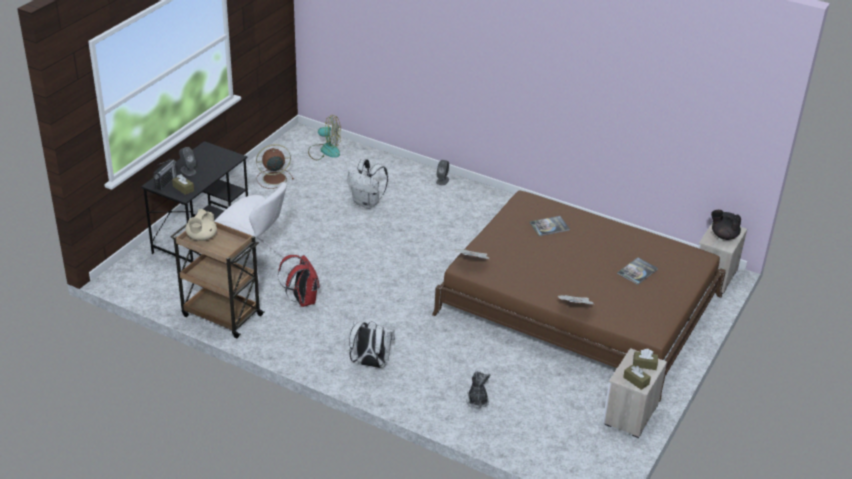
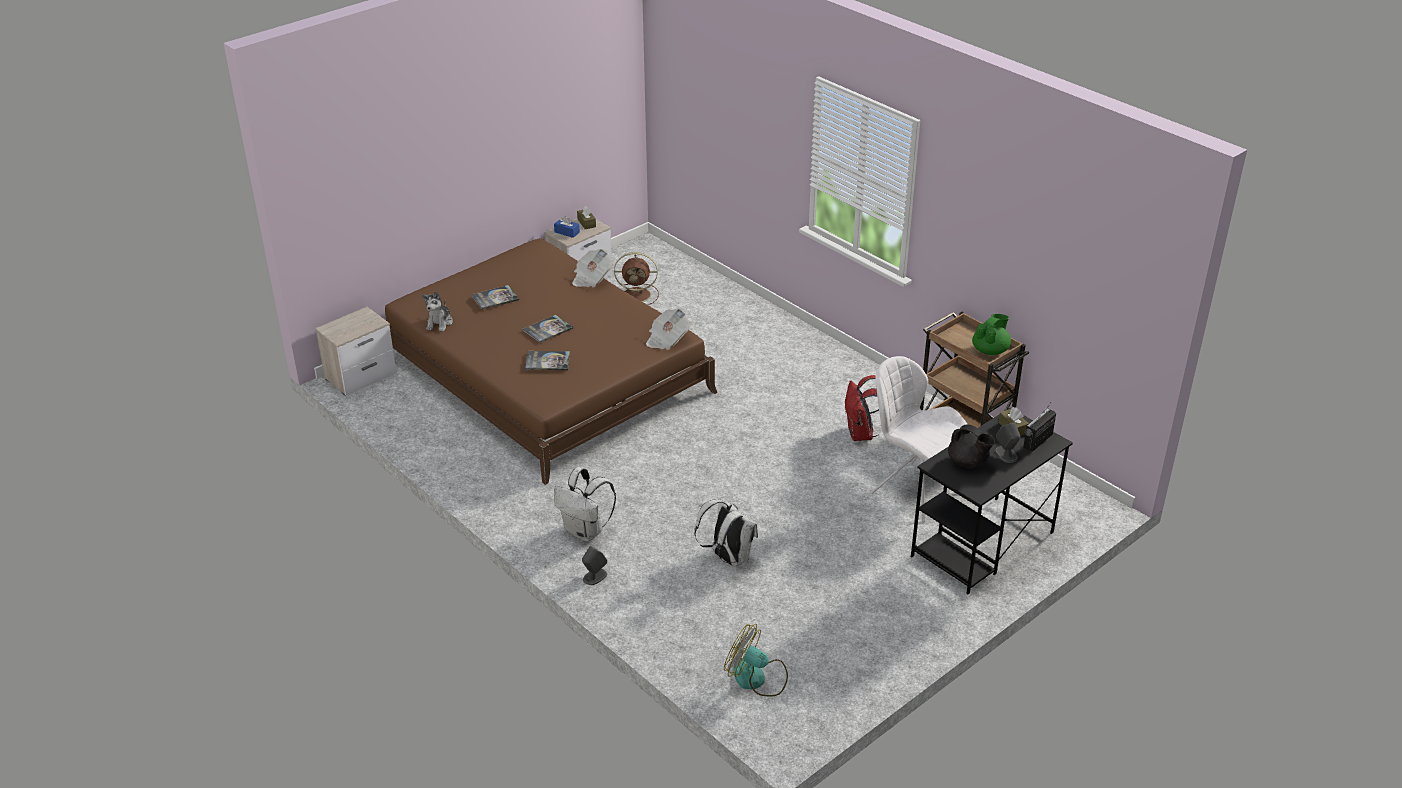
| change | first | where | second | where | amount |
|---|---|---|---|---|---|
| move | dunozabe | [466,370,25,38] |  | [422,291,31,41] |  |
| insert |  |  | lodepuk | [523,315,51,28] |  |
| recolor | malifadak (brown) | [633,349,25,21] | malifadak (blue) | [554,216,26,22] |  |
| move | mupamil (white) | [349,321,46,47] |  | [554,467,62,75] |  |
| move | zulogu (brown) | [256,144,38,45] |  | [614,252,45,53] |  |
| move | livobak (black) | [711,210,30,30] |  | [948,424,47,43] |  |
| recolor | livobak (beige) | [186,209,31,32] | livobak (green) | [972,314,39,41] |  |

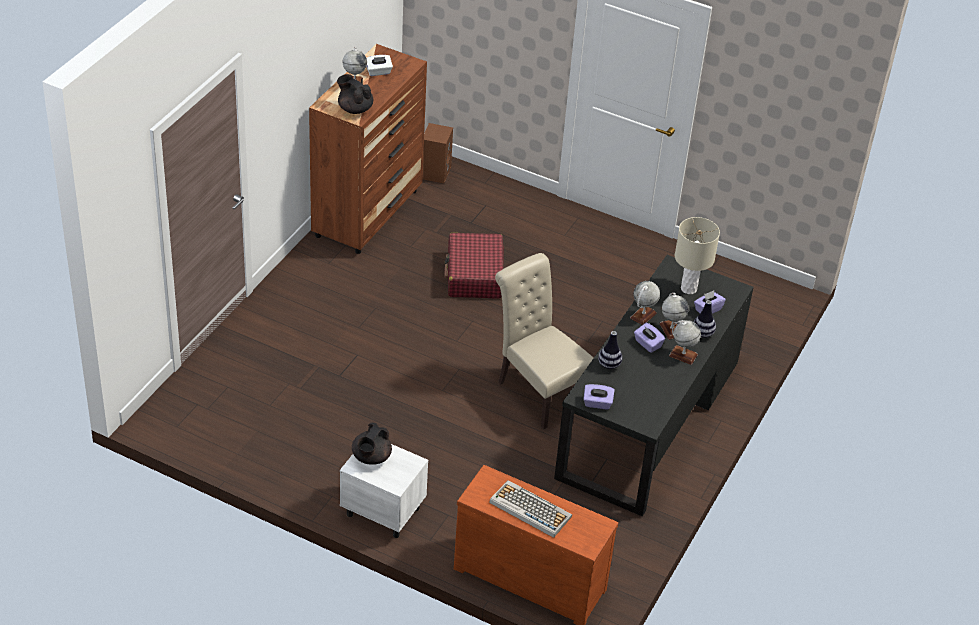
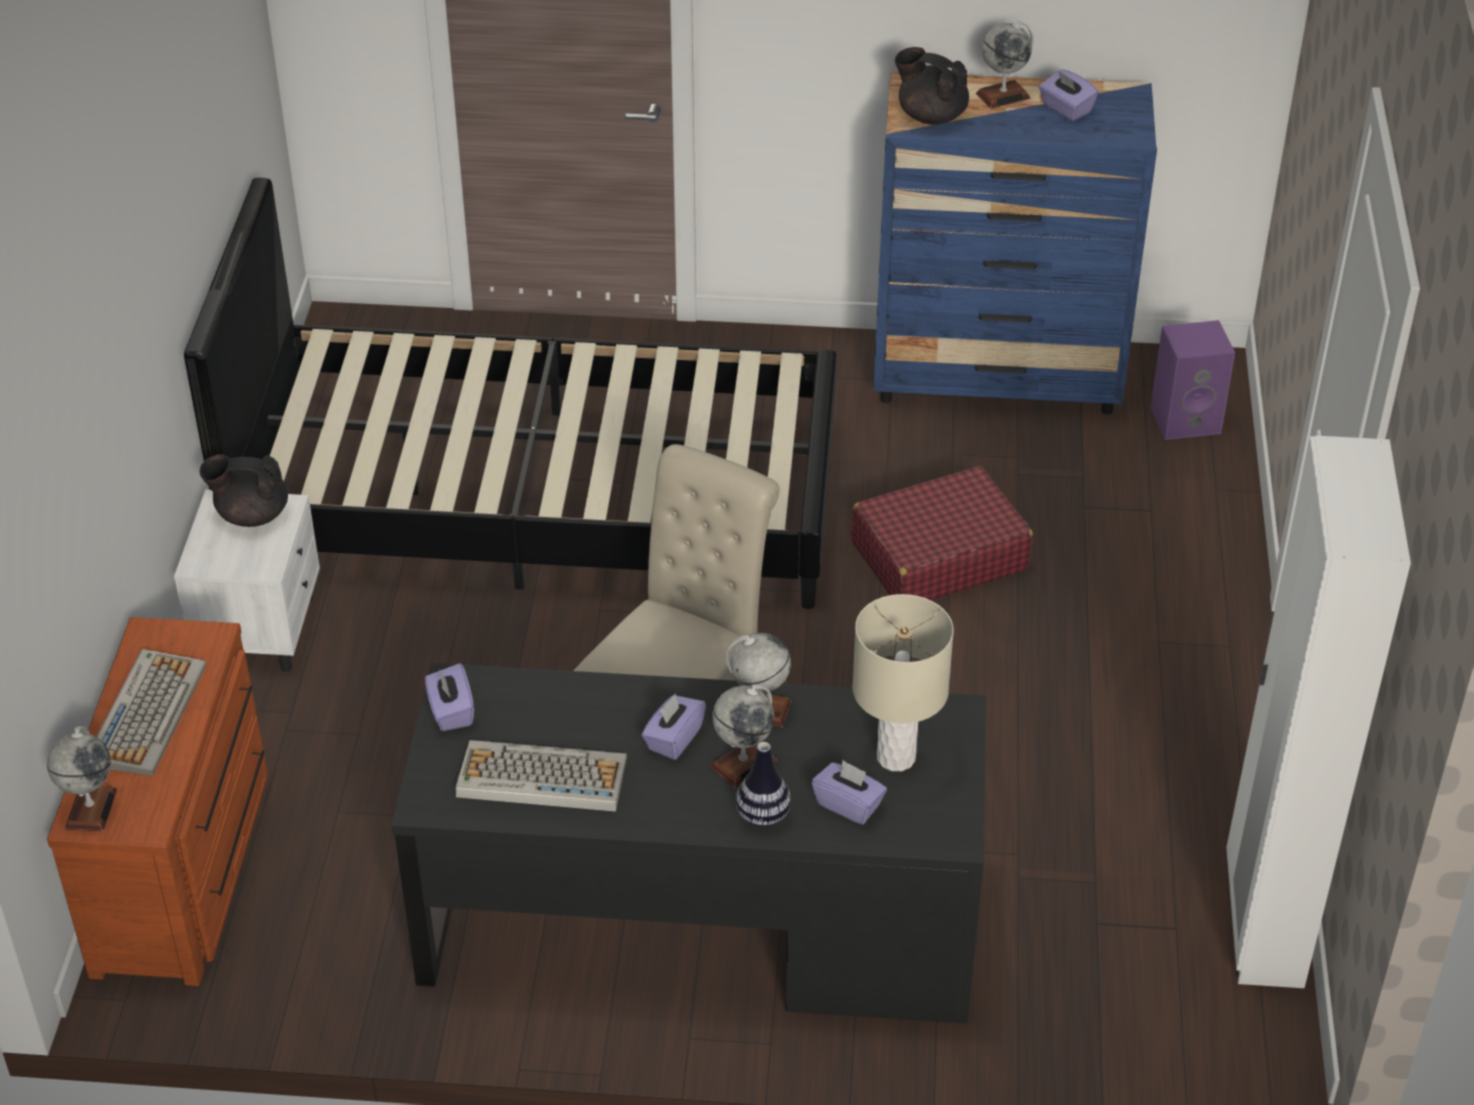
| change | first | where | second | where | amount |
|---|---|---|---|---|---|
| move | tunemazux | [669,320,32,45] |  | [47,726,70,105] |  |
| insert |  |  | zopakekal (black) | [184,178,653,431] |  |
| insert |  |  | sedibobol | [455,740,172,72] |  |
| recolor | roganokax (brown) | [309,44,118,210] | roganokax (blue) | [873,72,284,342] |  |
| rotate | livobak (black) | [337,74,36,40] |  | [894,47,75,78] | 75 degrees counterclockwise |
| recolor | malifadak (white) | [366,55,27,21] | malifadak (purple) | [1039,69,59,52] |  |
| recolor | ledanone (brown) | [423,123,30,60] | ledanone (purple) | [1150,320,85,120] |  |
| insert |  |  | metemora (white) | [1226,436,185,552] |  |
| delete | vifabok | [598,331,24,38] |  |  |  |

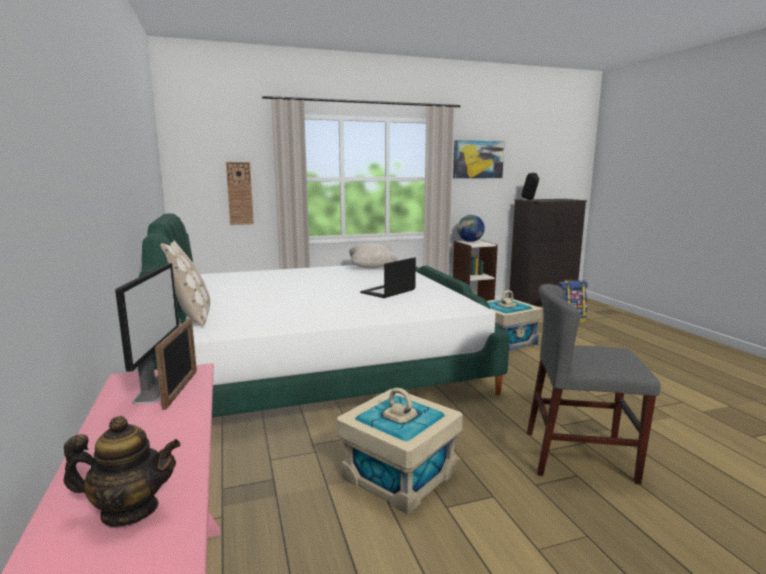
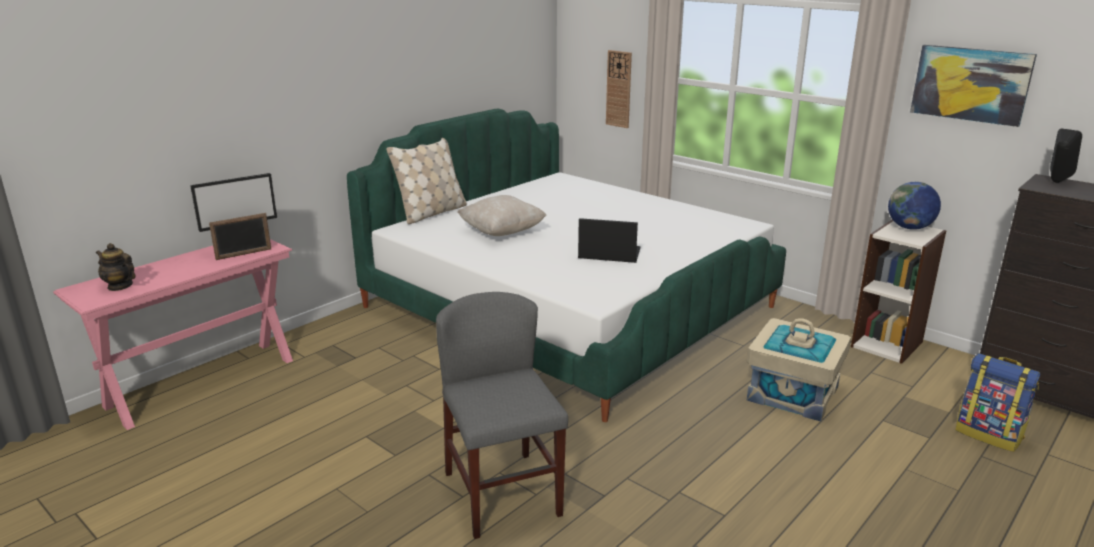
| change | first | where | second | where | amount |
|---|---|---|---|---|---|
| rotate | livobak | [64,416,117,111] |  | [96,243,39,48] | 150 degrees clockwise |
| move | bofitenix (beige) | [349,243,48,26] |  | [457,195,90,41] |  |
| delete | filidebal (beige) | [337,388,126,127] |  |  |  |

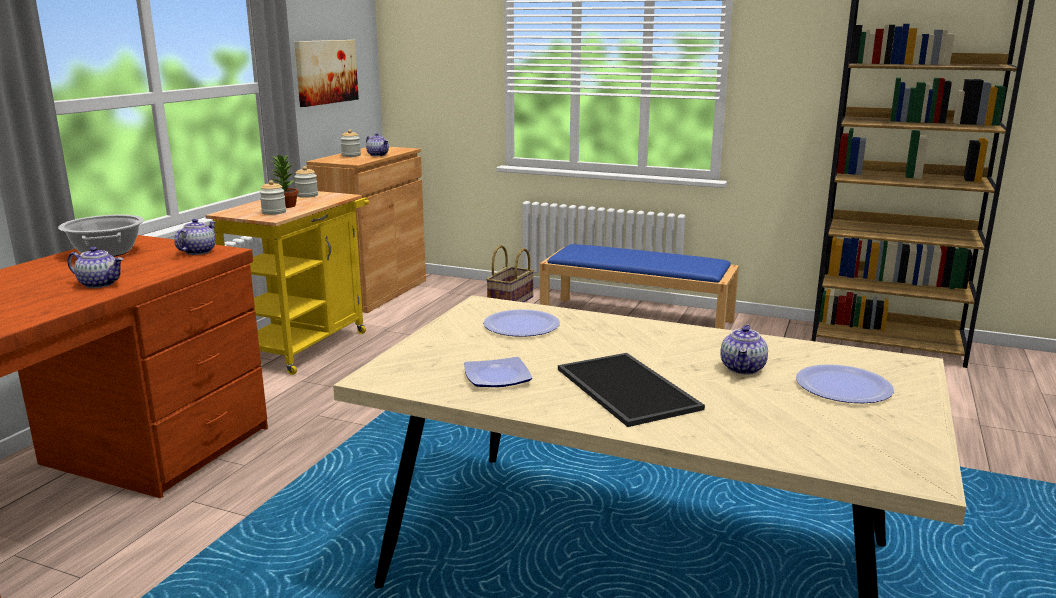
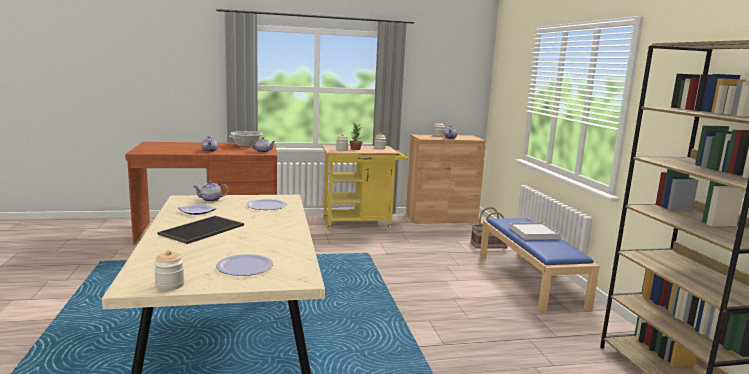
| change | first | where | second | where | amount |
|---|---|---|---|---|---|
| insert |  |  | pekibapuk | [154,250,30,40] |  |
| move | livobak | [720,324,48,51] |  | [193,181,36,21] |  |
| insert |  |  | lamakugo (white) | [509,222,51,18] |  |
| delete | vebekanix | [294,40,65,67] |  |  |  |

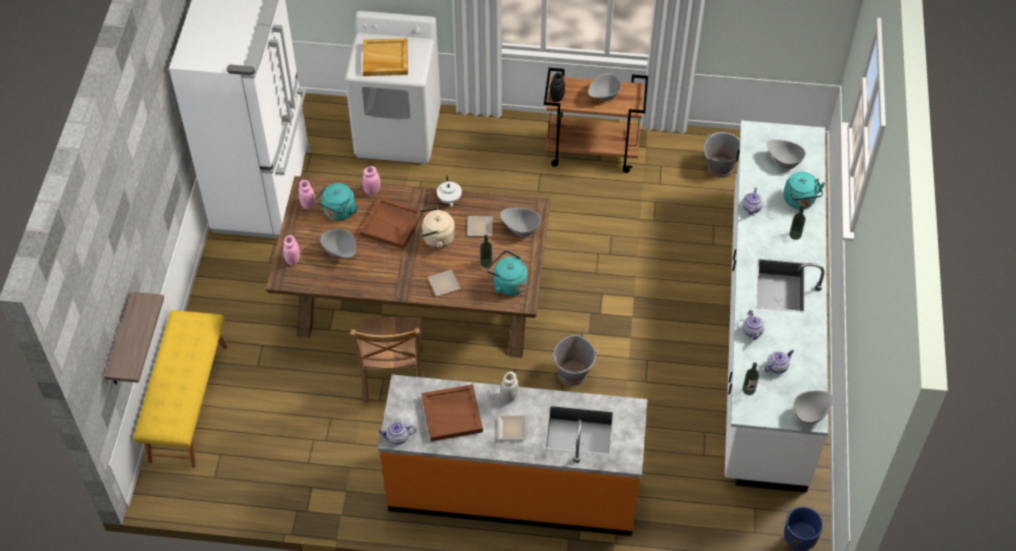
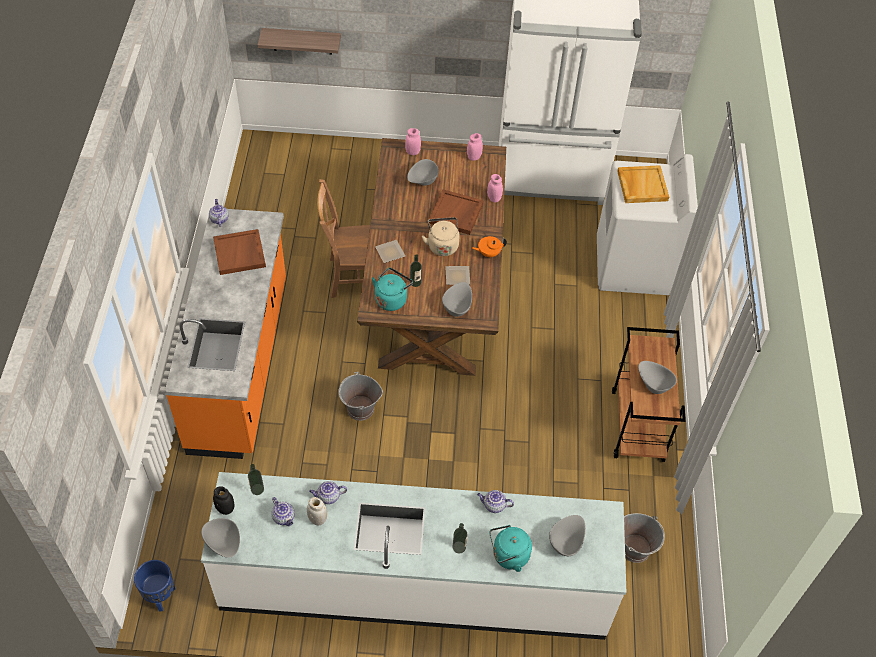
| change | first | where | second | where | amount |
|---|---|---|---|---|---|
| move | pekibapuk (black) | [550,73,15,29] |  | [213,486,22,29] |  |
| move | pekibapuk (white) | [500,372,19,30] |  | [307,497,20,28] |  |
| recolor | livobak (white) | [437,175,25,32] | livobak (orange) | [472,236,35,21] |  |
| delete | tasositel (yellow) | [133,310,95,158] |  |  |  |
| delete | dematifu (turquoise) | [315,183,44,38] |  |  |  |
| delete | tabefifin | [498,416,28,24] |  |  |  |

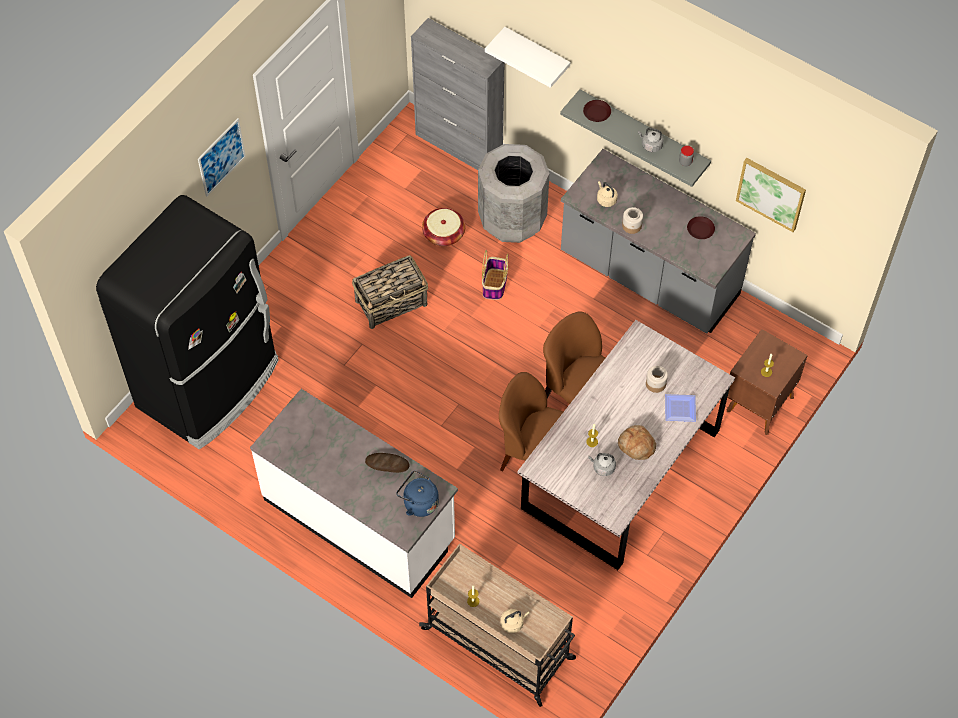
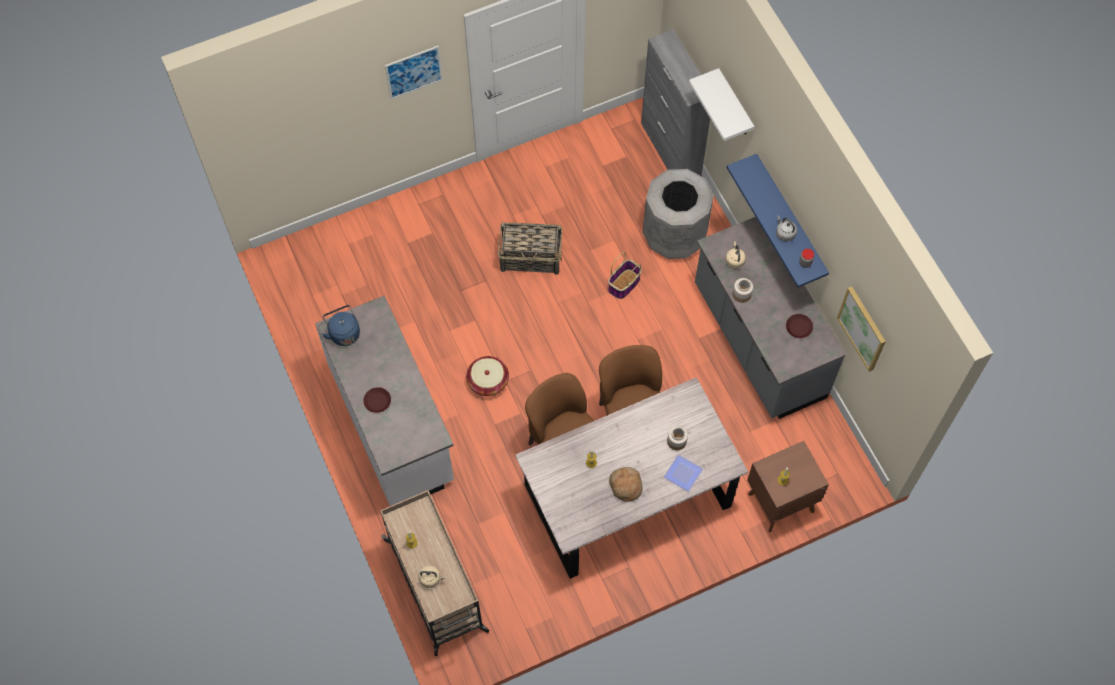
| change | first | where | second | where | amount |
|---|---|---|---|---|---|
| move | dematifu (blue) | [396,470,43,47] |  | [322,305,38,41] |  |
| move | tabefifin (brown) | [583,100,28,22] |  | [363,387,28,26] |  |
| move | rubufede | [422,208,43,38] |  | [466,356,43,40] |  |
| recolor | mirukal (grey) | [560,89,151,98] | mirukal (blue) | [727,154,102,134] |  |
| delete | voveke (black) | [96,195,183,255] |  |  |  |
| delete | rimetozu | [365,453,45,20] |  |  |  |
| delete | dematifu (grey) | [588,453,28,23] |  |  |  |

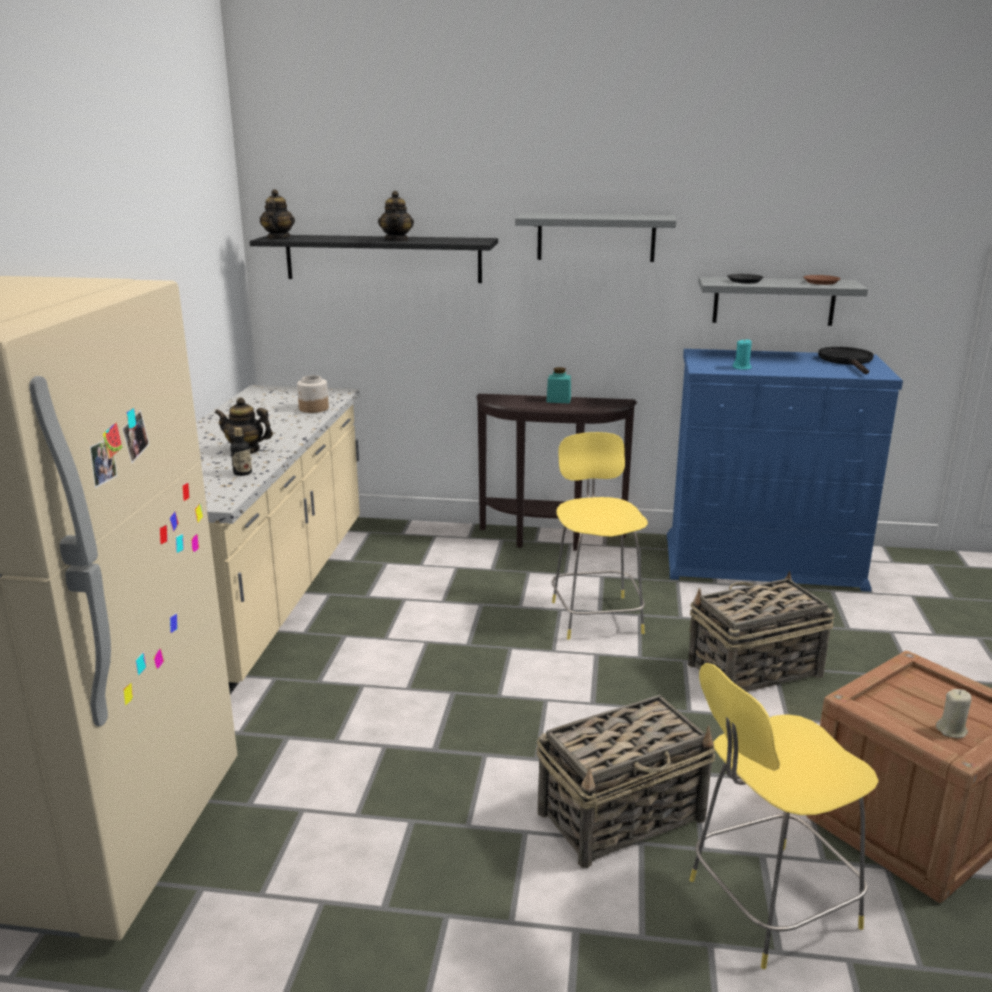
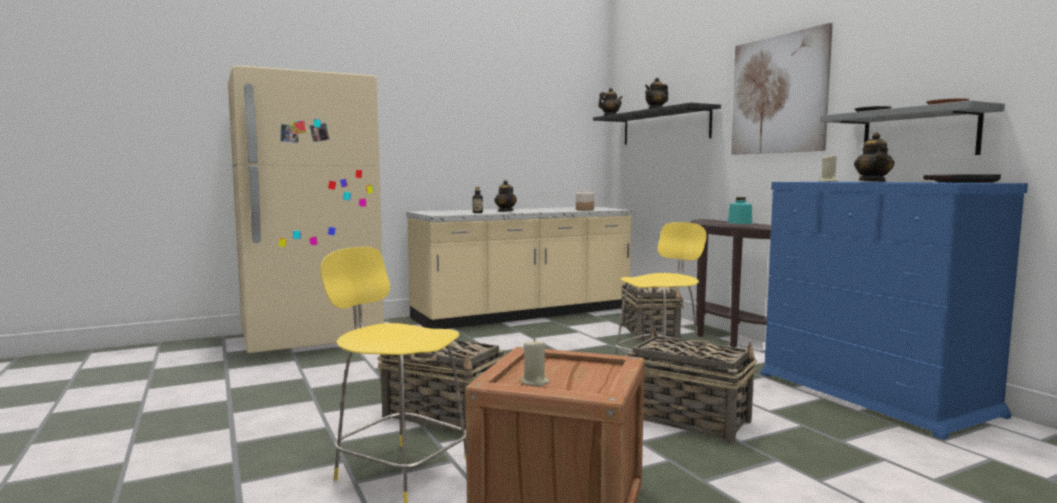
| change | first | where | second | where | amount |
|---|---|---|---|---|---|
| insert |  |  | rubufede | [621,282,63,60] |  |
| replace | mirukal (grey) | [515,213,161,49] | vebekanix | [731,23,102,132] |  |
| recolor | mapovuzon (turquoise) | [733,339,19,31] | mapovuzon (beige) | [819,155,19,27] |  |
| insert |  |  | livobak | [854,133,40,49] |  |

